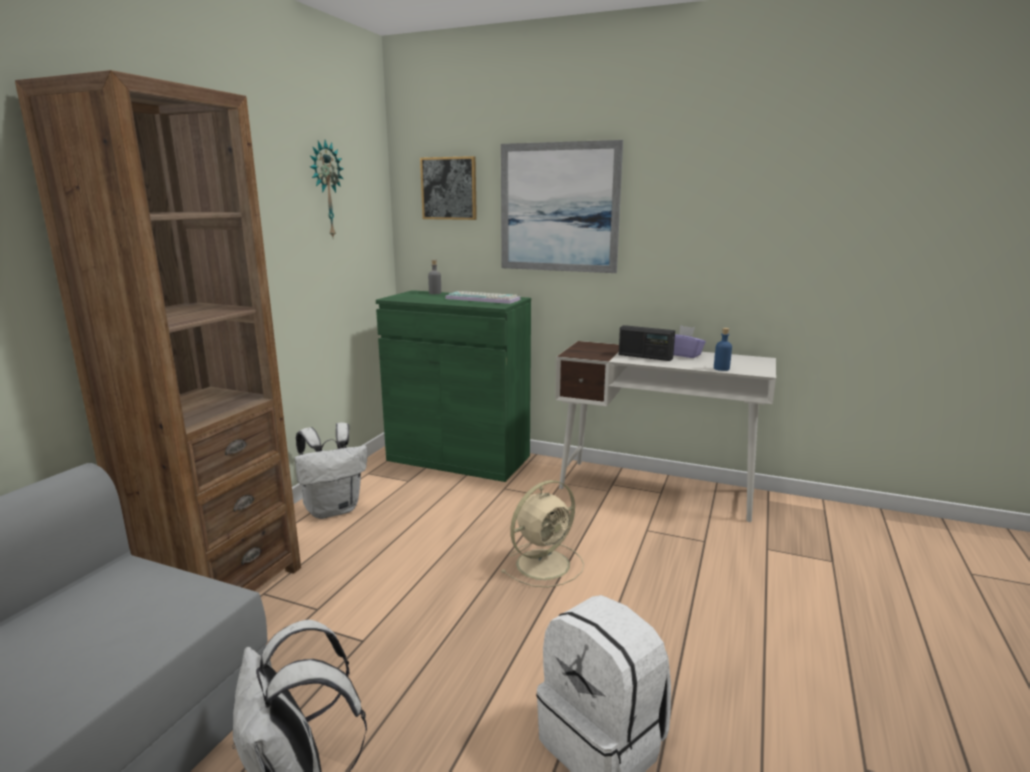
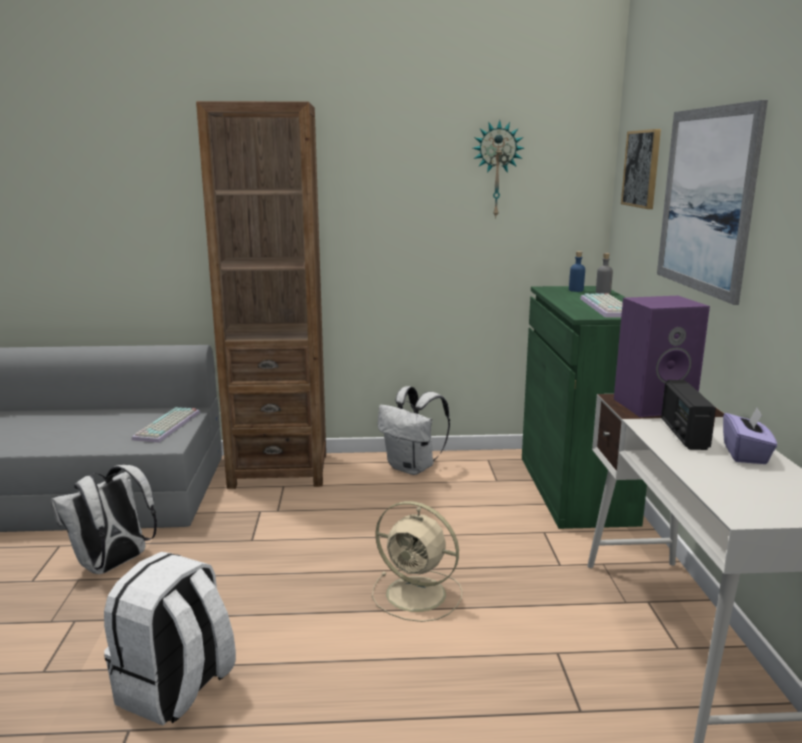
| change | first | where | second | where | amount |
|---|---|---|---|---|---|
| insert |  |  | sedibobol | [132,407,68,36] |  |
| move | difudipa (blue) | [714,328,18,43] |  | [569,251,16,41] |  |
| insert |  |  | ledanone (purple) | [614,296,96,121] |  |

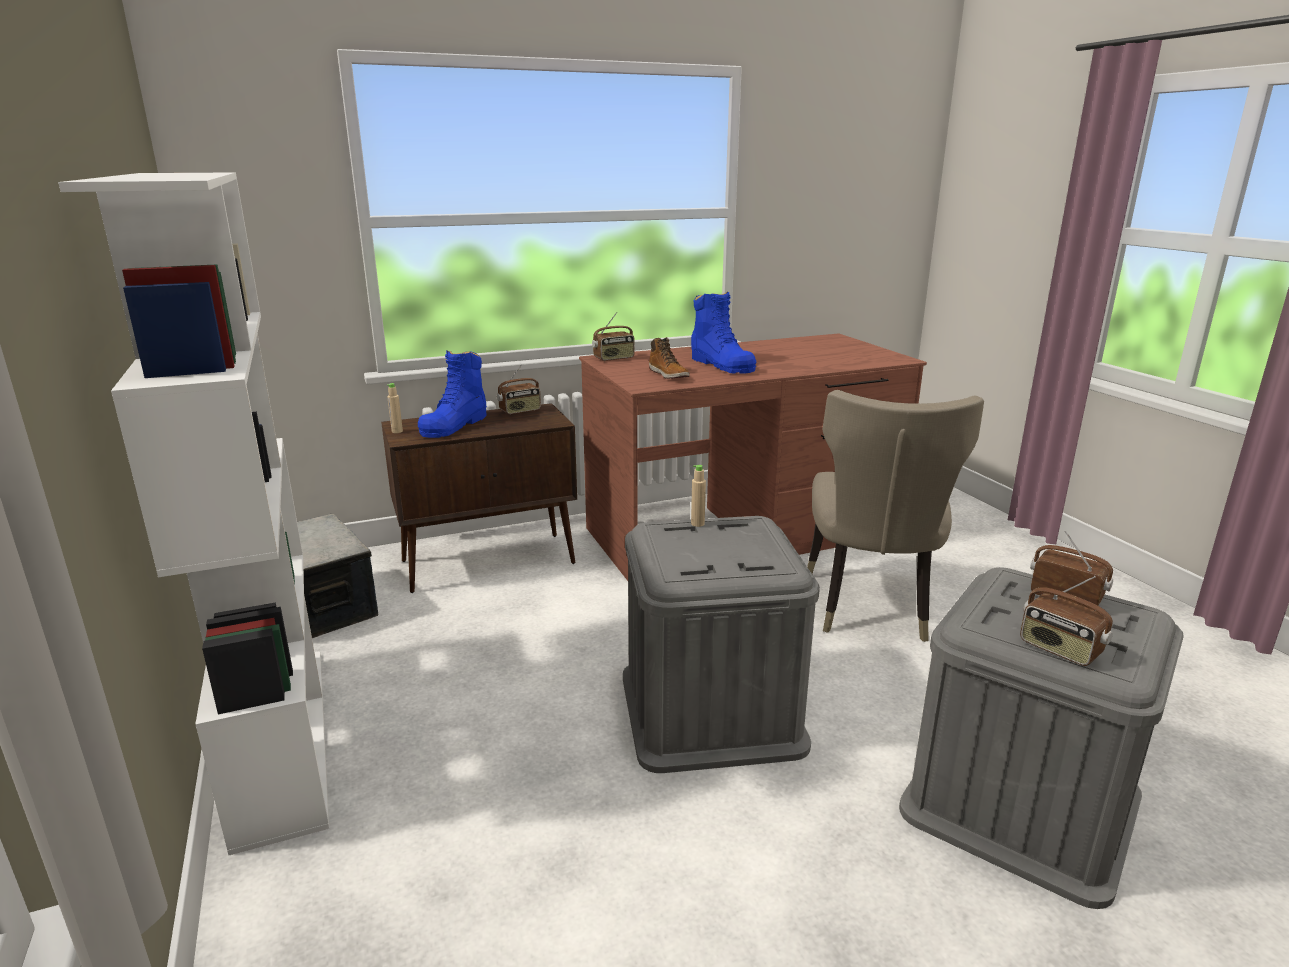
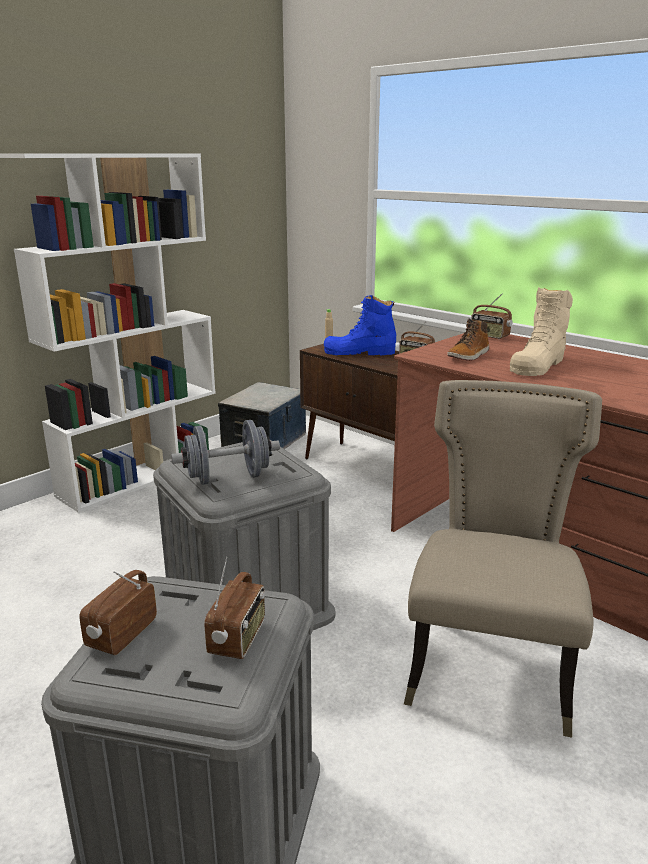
| change | first | where | second | where | amount |
|---|---|---|---|---|---|
| insert |  |  | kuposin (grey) | [171,420,109,65] |  |
| rotate | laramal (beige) | [807,390,177,252] |  | [404,380,198,358] | 120 degrees clockwise |
| recolor | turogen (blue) | [691,291,65,83] | turogen (beige) | [510,287,63,89] |  |
| delete | difudipa (beige) | [691,465,15,62] |  |  |  |

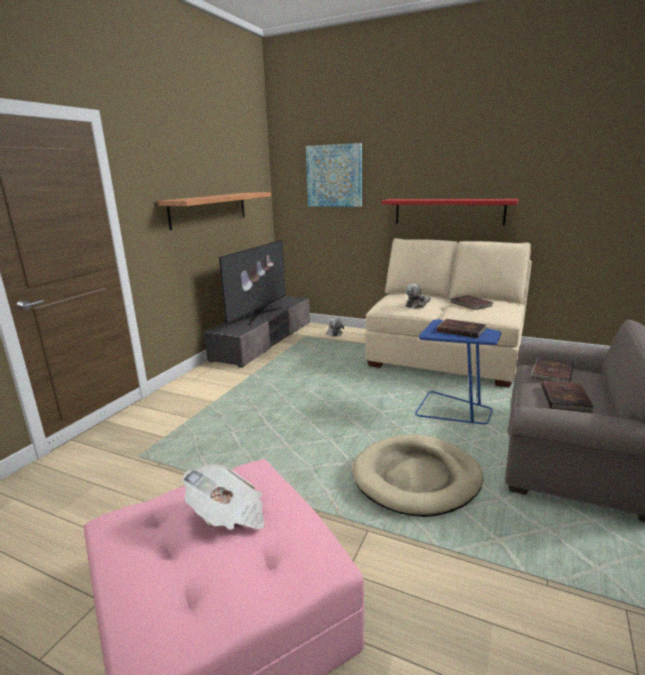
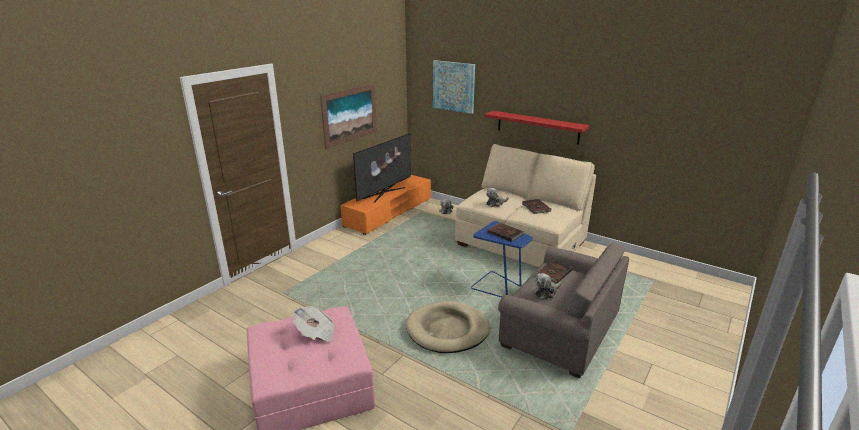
| change | first | where | second | where | amount |
|---|---|---|---|---|---|
| replace | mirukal | [158,192,113,38] | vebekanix | [320,83,57,66] |  |
| recolor | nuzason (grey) | [204,296,106,72] | nuzason (orange) | [340,175,91,60] |  |
| replace | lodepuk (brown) | [541,380,53,33] | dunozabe | [535,273,27,27] |  |

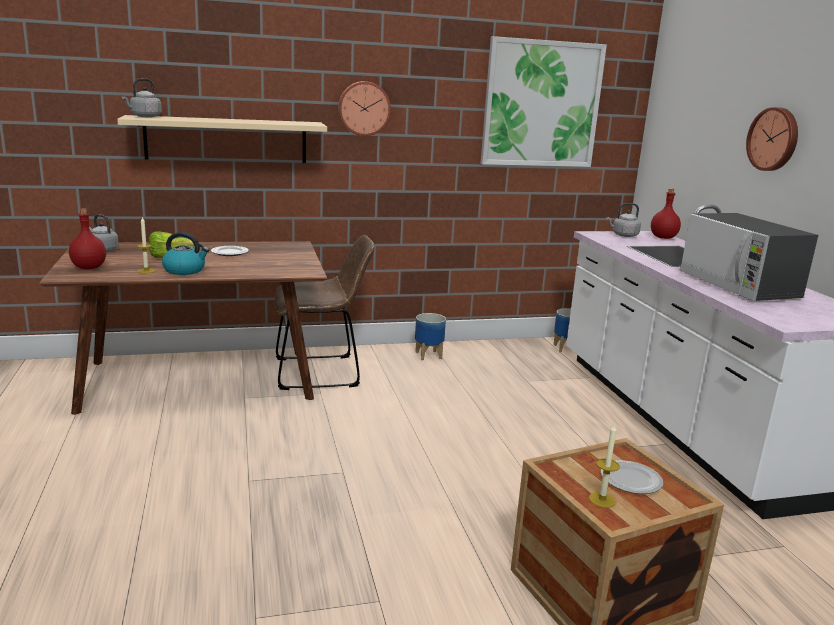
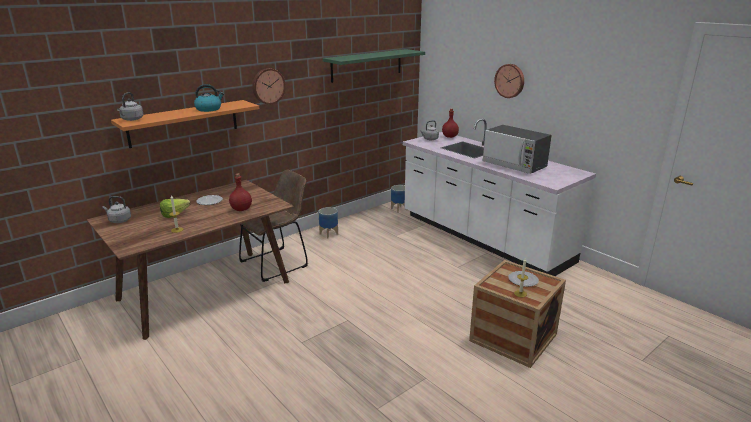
| change | first | where | second | where | amount |
|---|---|---|---|---|---|
| recolor | mirukal (beige) | [117,115,210,48] | mirukal (orange) | [111,100,148,48] |  |
| move | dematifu | [162,232,47,43] |  | [194,84,30,28] |  |
| move | difudipa (red) | [69,208,37,61] |  | [229,173,23,38] |  |
| replace | vebekanix | [481,36,126,131] | mirukal (green) | [323,49,102,34] |  |

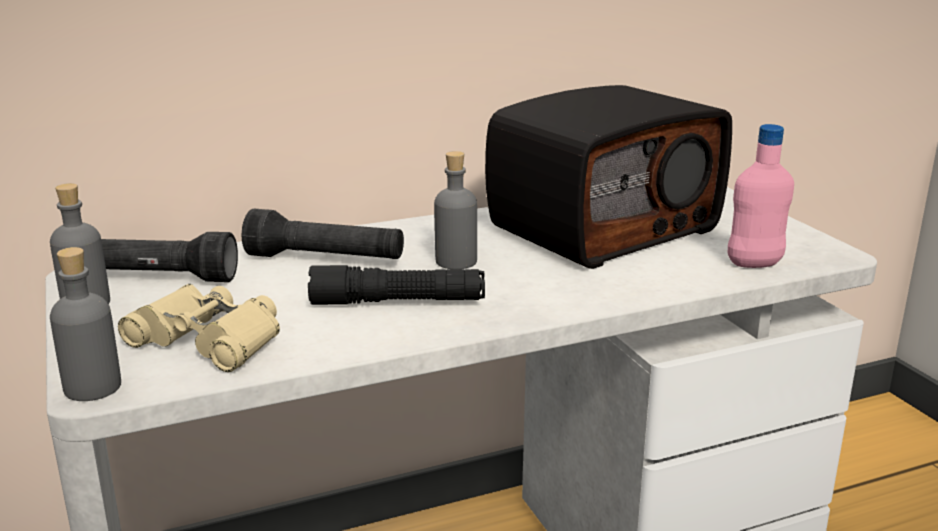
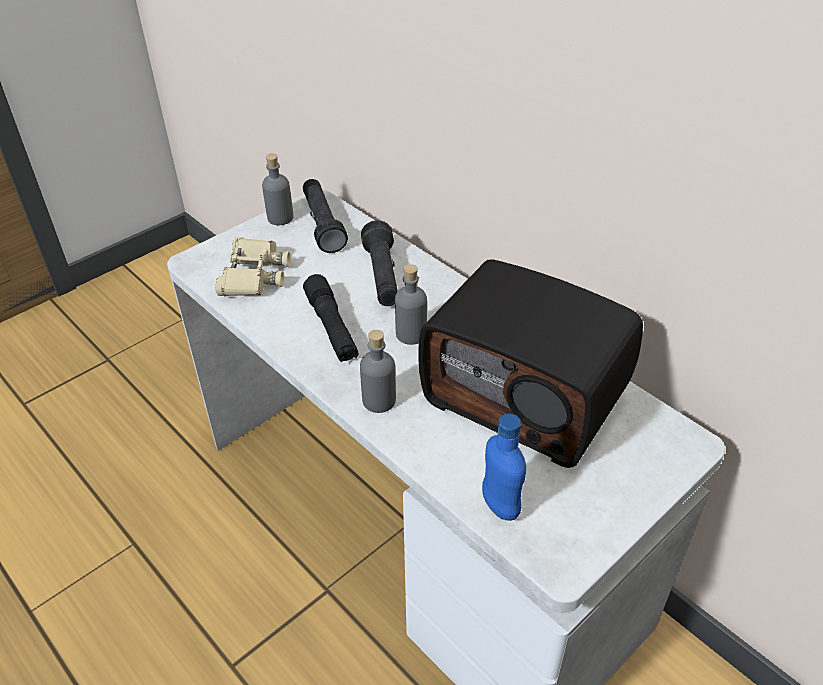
| change | first | where | second | where | amount |
|---|---|---|---|---|---|
| move | difudipa (grey) | [50,247,71,154] |  | [360,330,36,83] |  |
| recolor | difudipa (pink) | [728,124,66,144] | difudipa (blue) | [482,414,44,107] |  |

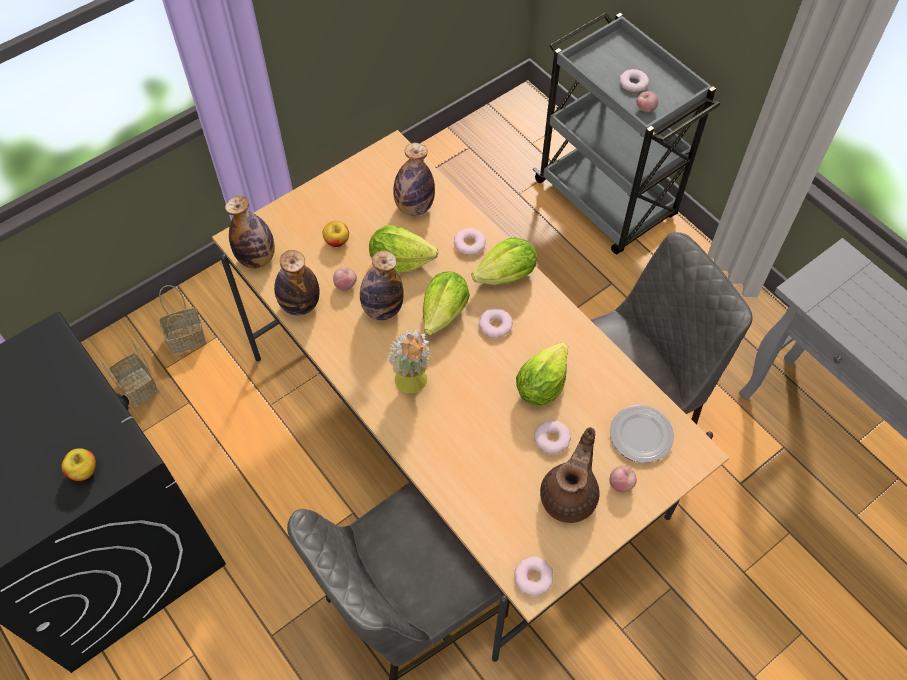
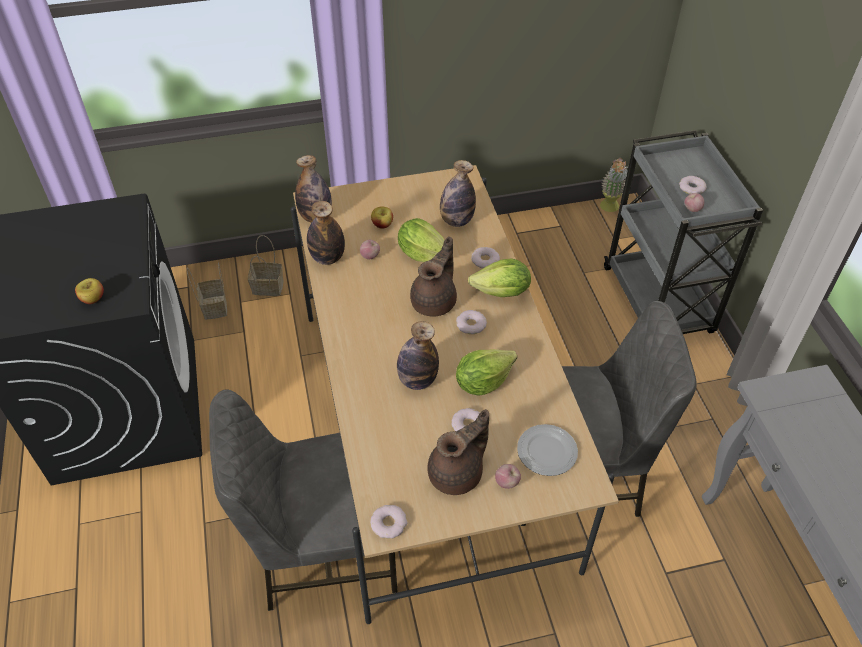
| change | first | where | second | where | amount |
|---|---|---|---|---|---|
| move | difudipa | [360,250,44,70] |  | [397,321,42,69] |  |
| replace | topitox | [423,271,47,64] | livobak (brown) | [410,236,47,81] |  |
| move | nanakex | [388,330,44,64] |  | [600,158,28,54] |  |

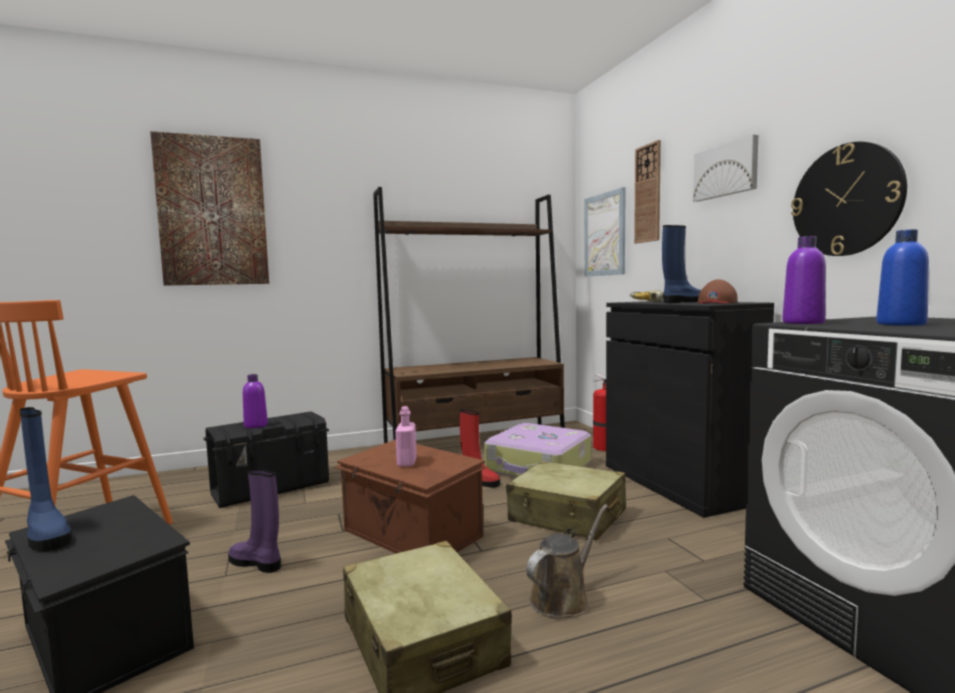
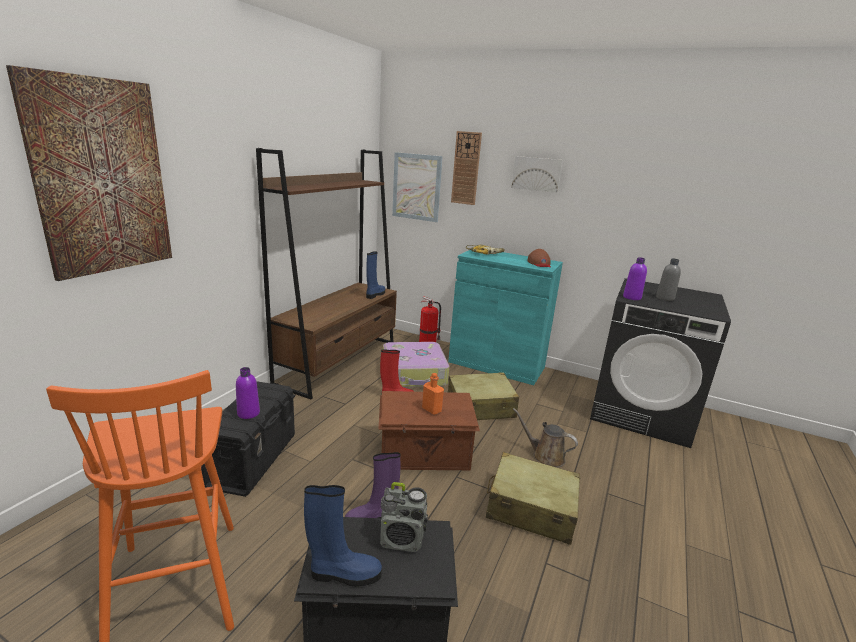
| change | first | where | second | where | amount |
|---|---|---|---|---|---|
| move | turogen (blue) | [662,225,39,78] |  | [366,251,19,48] |  |
| insert |  |  | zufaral | [380,482,48,70] |  |
| recolor | difudipa (pink) | [395,406,22,61] | difudipa (orange) | [422,373,22,42] |  |
| recolor | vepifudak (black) | [606,301,168,217] | vepifudak (turquoise) | [448,250,115,135] |  |
| rotate | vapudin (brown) | [526,504,82,115] |  | [513,408,65,60] | 60 degrees counterclockwise |
| recolor | difudipa (blue) | [876,229,53,97] | difudipa (grey) | [656,258,25,43] |  |
| delete | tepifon | [791,142,116,114] |  |  |  |

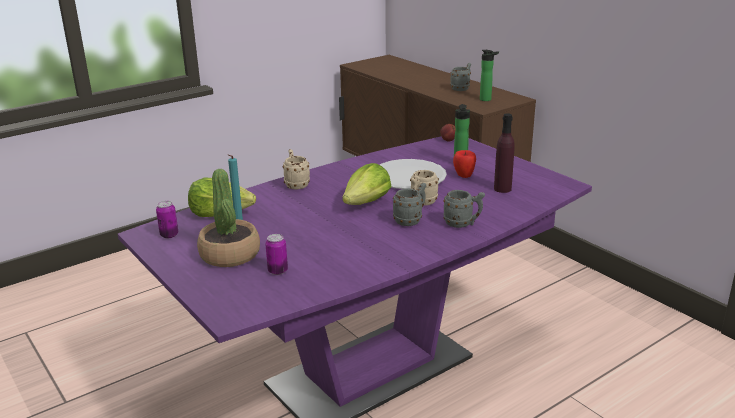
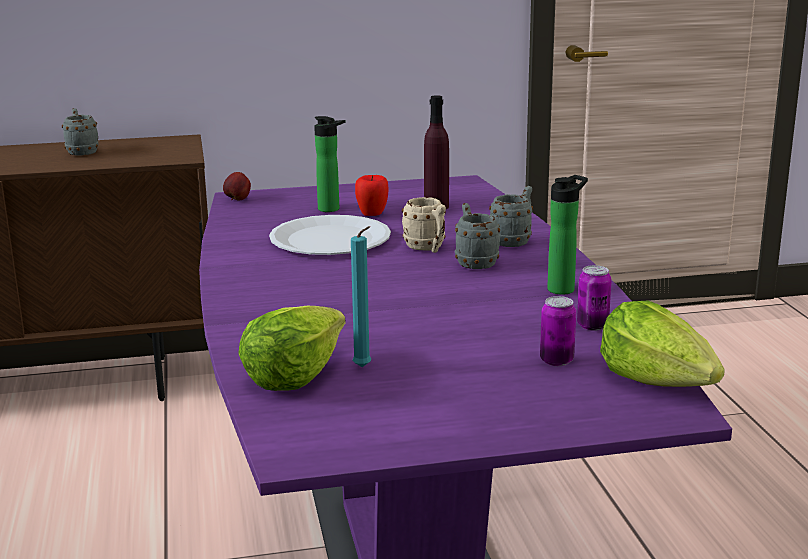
| change | first | where | second | where | amount |
|---|---|---|---|---|---|
| move | difudipa | [480,50,19,51] |  | [547,175,41,120] |  |
| move | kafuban | [156,201,22,37] |  | [577,265,35,66] |  |
| move | topitox | [342,163,49,42] |  | [600,301,125,86] |  |
| delete | nanakex | [197,169,63,98] |  |  |  |
| delete | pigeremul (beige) | [283,149,27,40] |  |  |  |

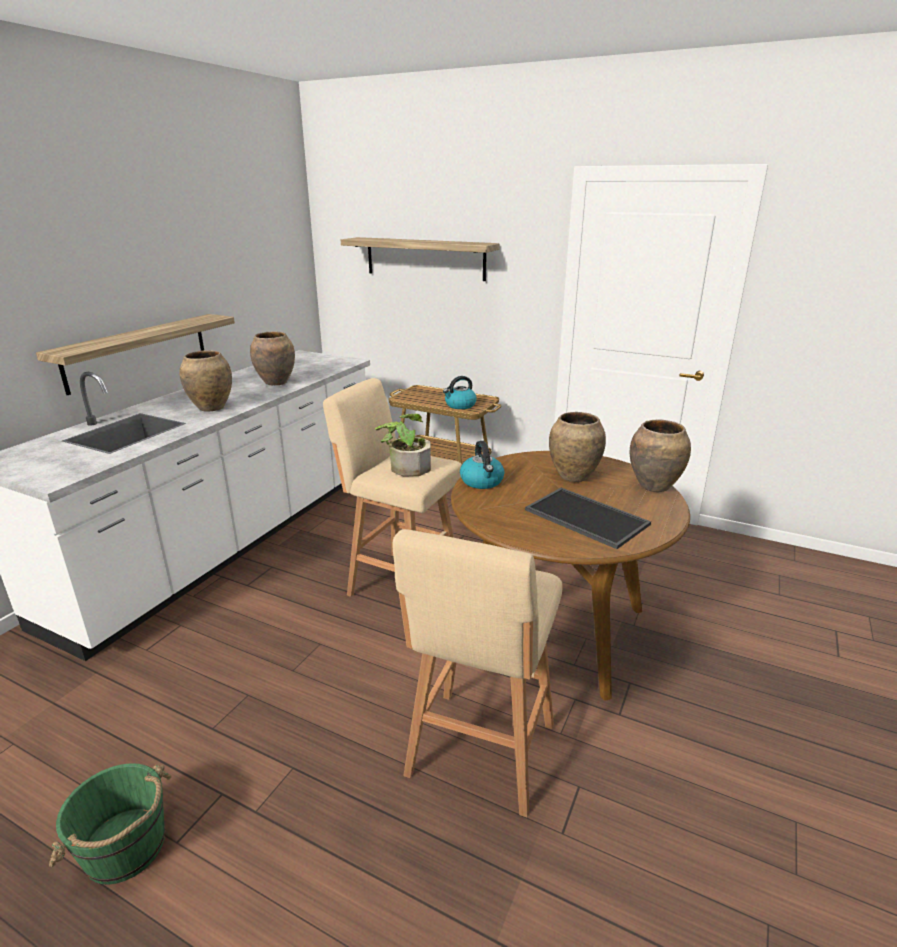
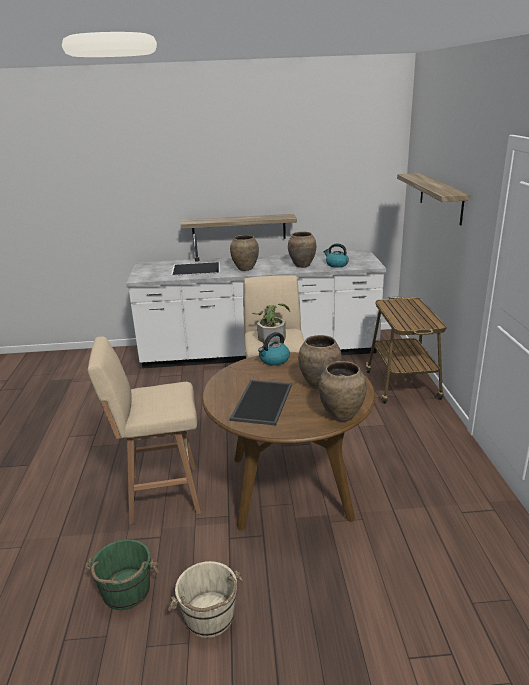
| change | first | where | second | where | amount |
|---|---|---|---|---|---|
| move | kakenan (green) | [49,763,123,122] |  | [85,539,74,71] |  |
| insert |  |  | kakenan (beige) | [168,561,76,77] |  |
| move | dematifu | [443,376,34,33] |  | [323,243,26,25] |  |

